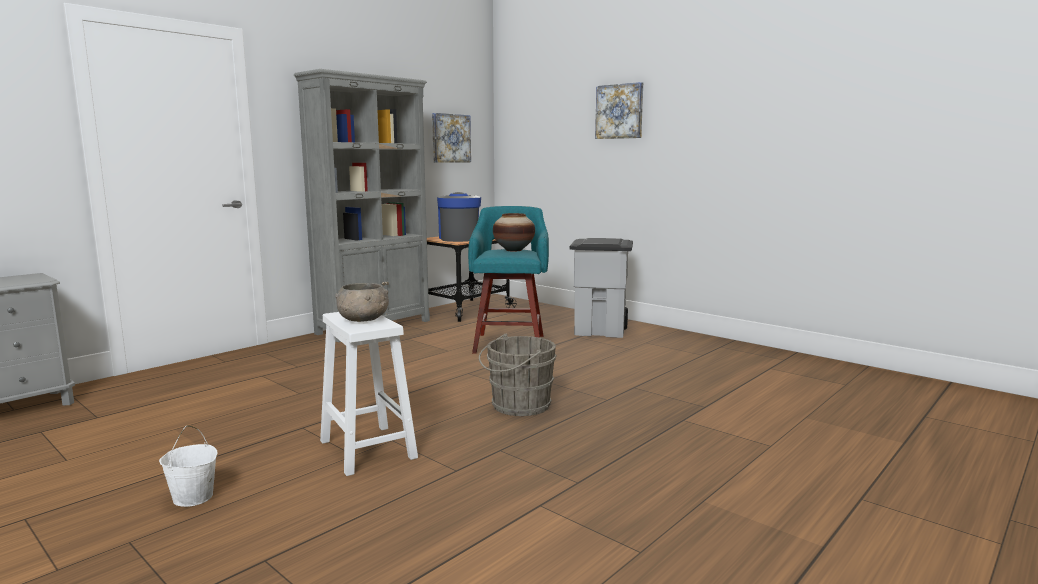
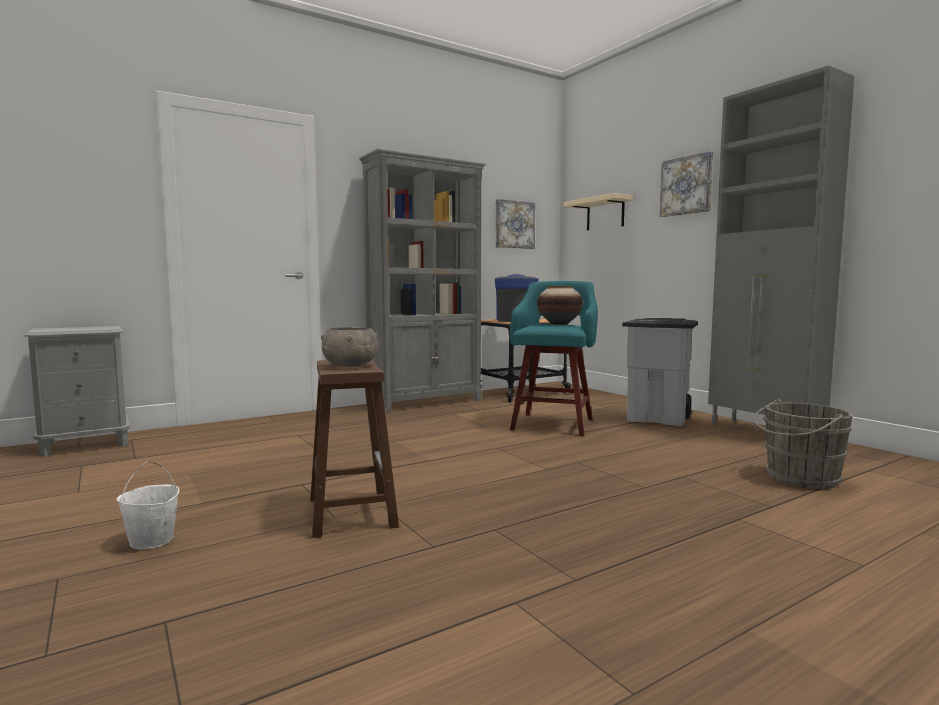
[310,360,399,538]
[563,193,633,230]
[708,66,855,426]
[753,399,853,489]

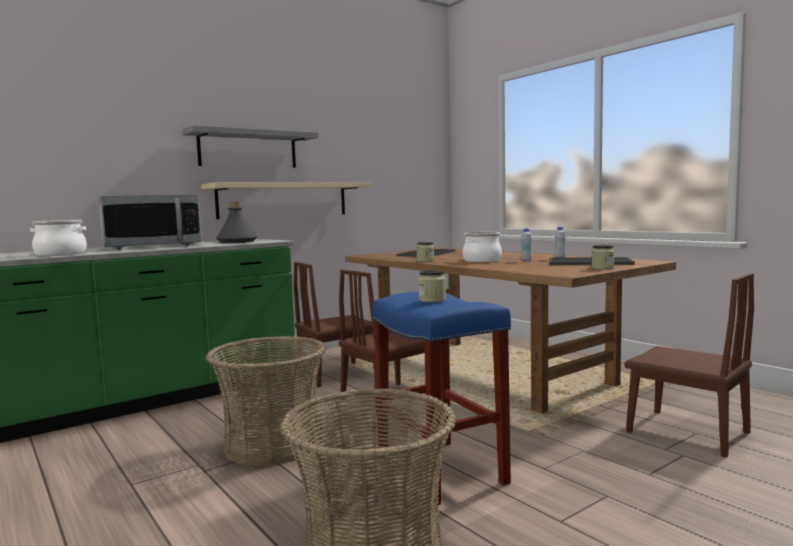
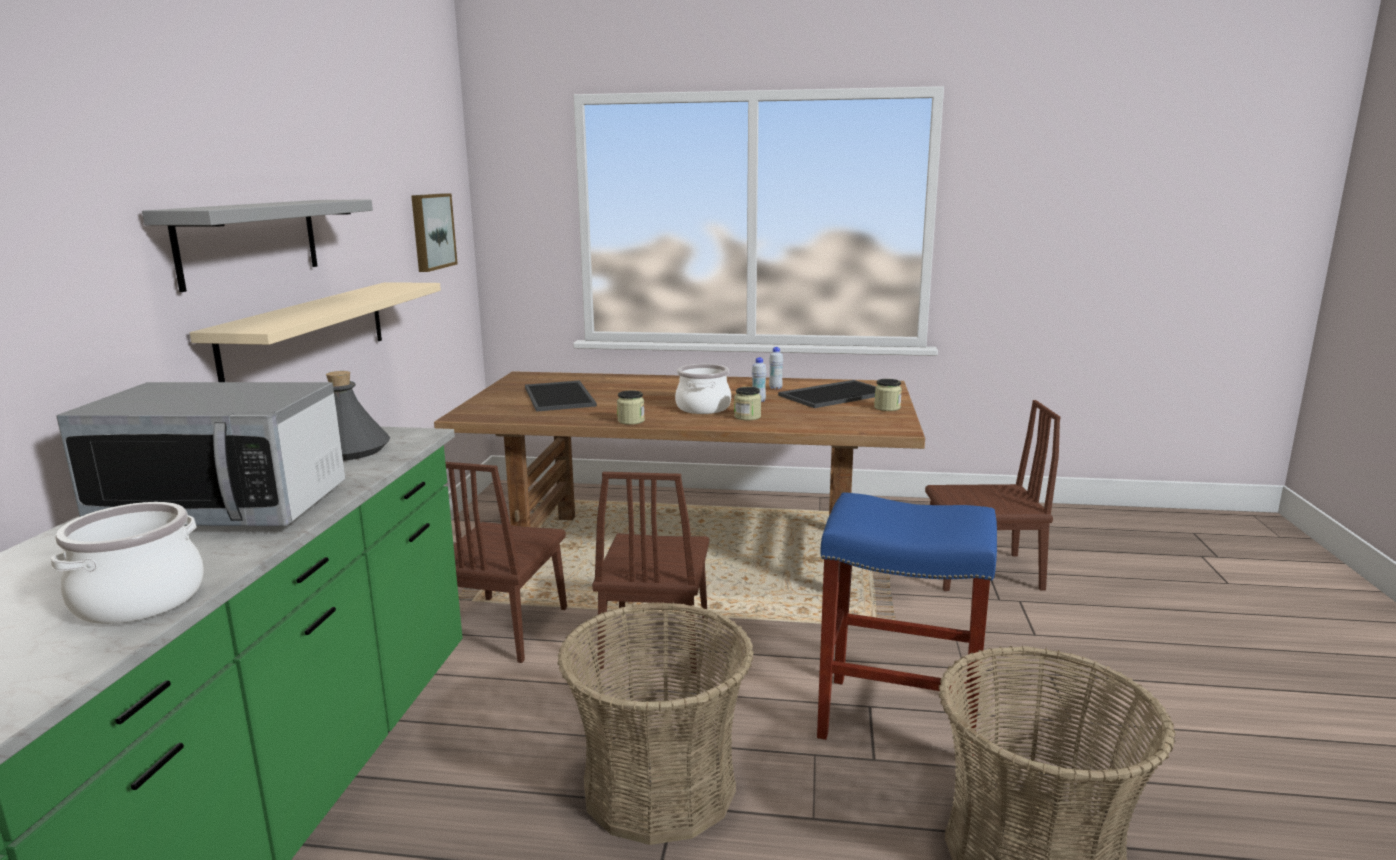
[56,382,345,526]
[411,193,458,272]
[734,387,761,420]

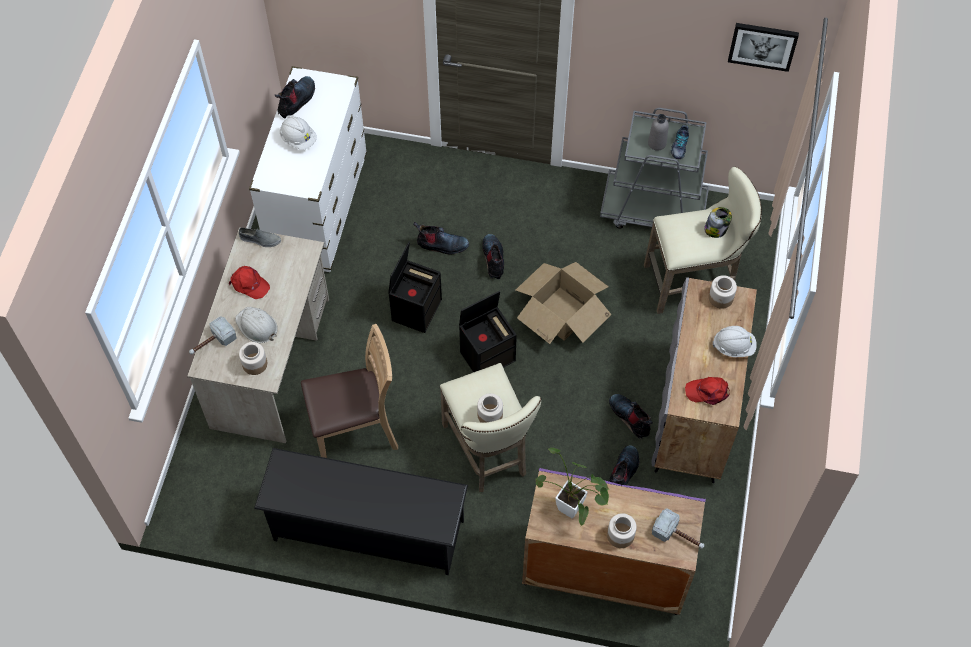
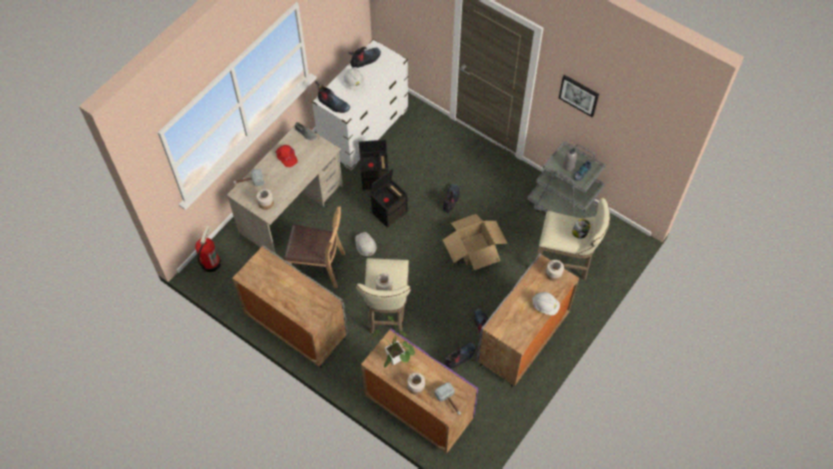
[195,226,221,272]
[232,245,348,368]
[315,81,350,113]
[355,232,377,257]
[359,140,389,190]
[559,75,599,117]
[685,377,730,405] (first image)

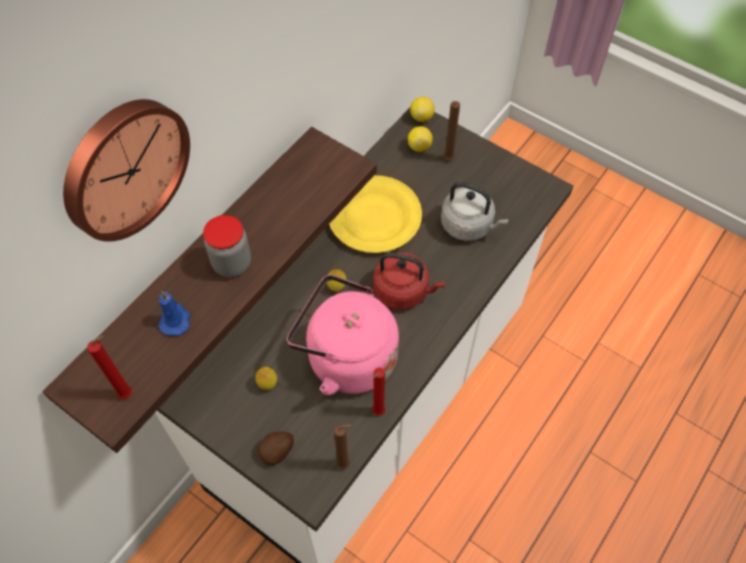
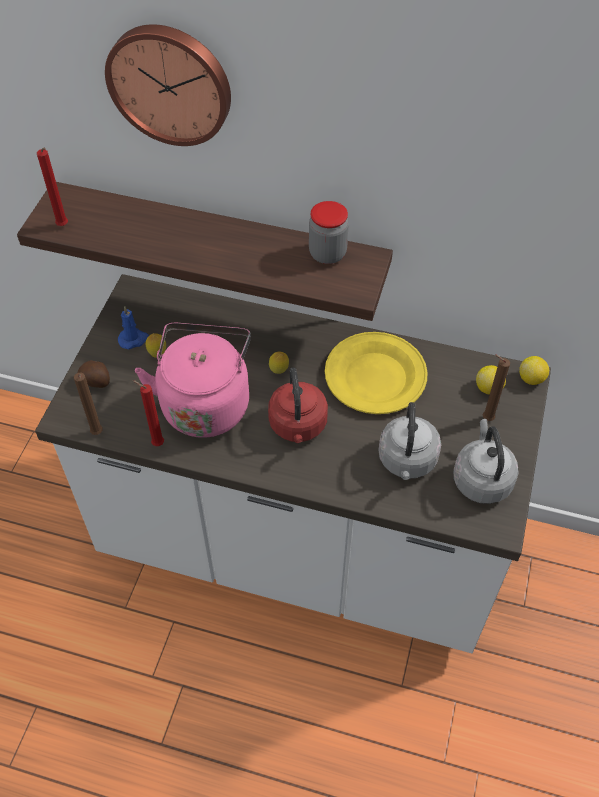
[118,306,149,349]
[309,201,349,264]
[453,419,519,504]

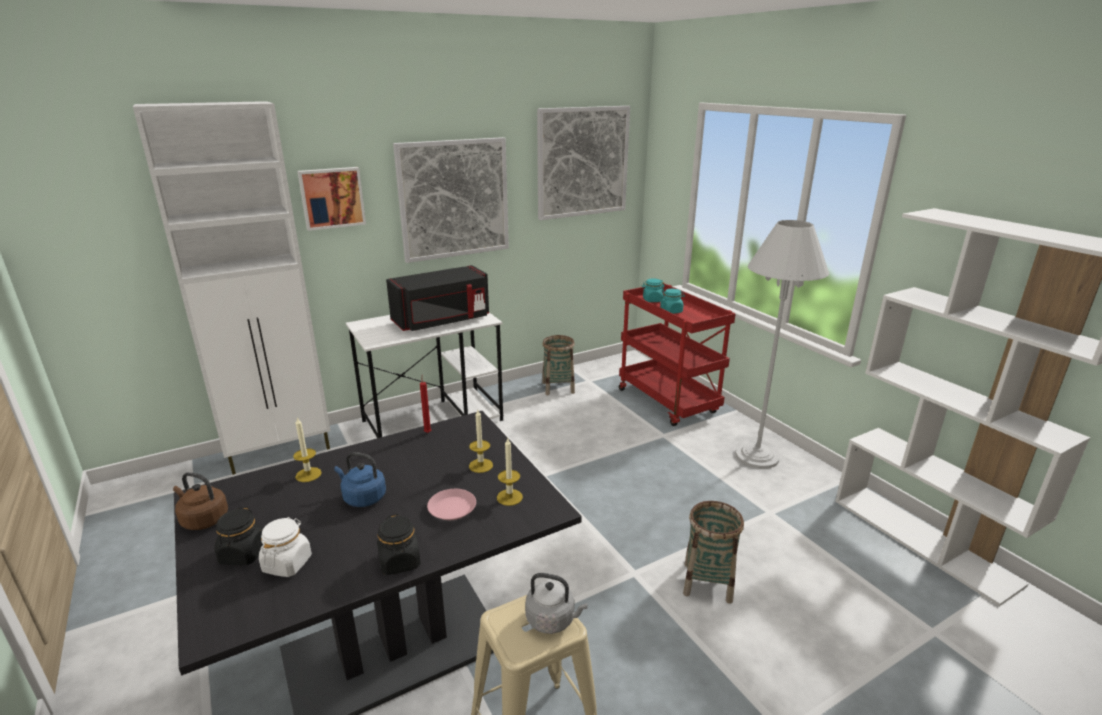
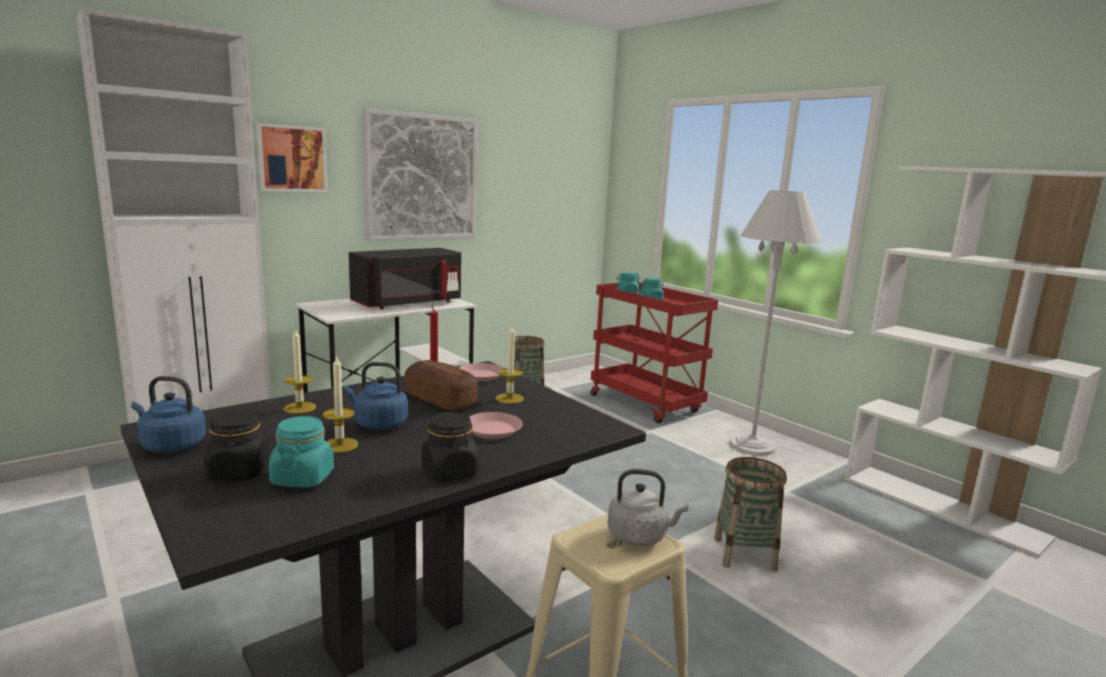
[131,376,206,453]
[269,416,334,488]
[323,355,358,453]
[405,360,478,410]
[459,363,504,381]
[537,106,630,220] (first image)

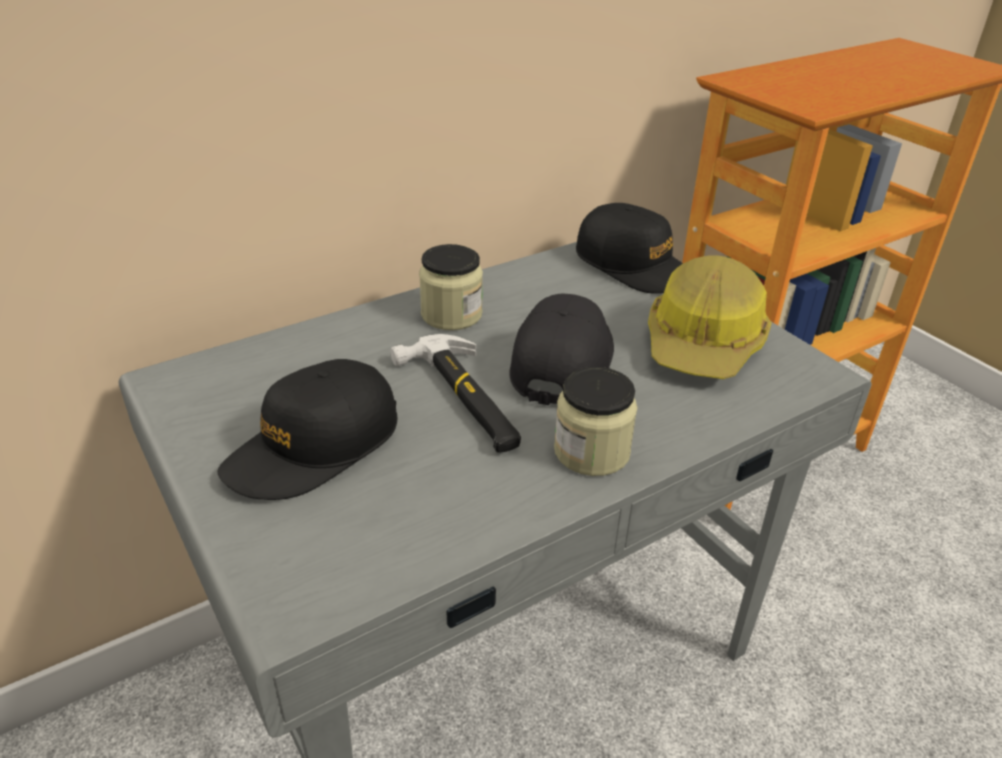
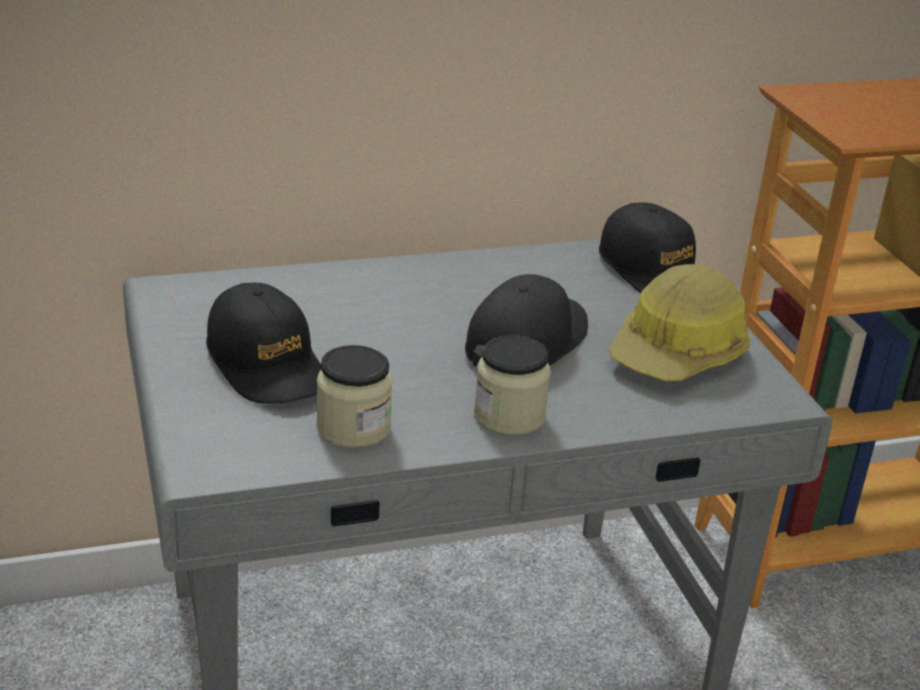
[206,283,321,404]
[316,345,393,448]
[390,334,521,453] (first image)

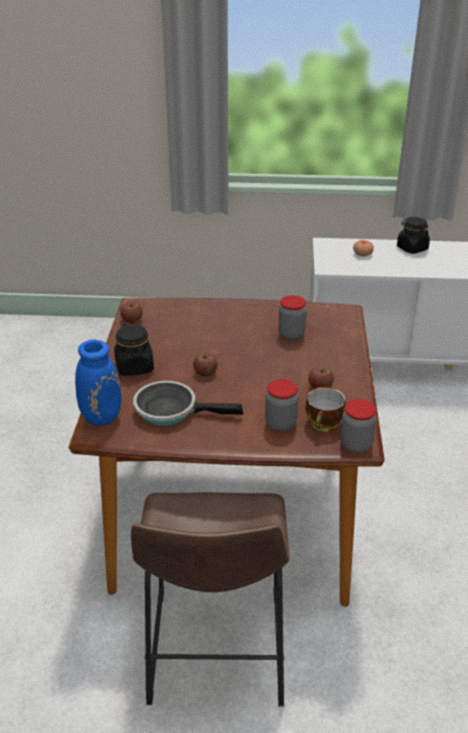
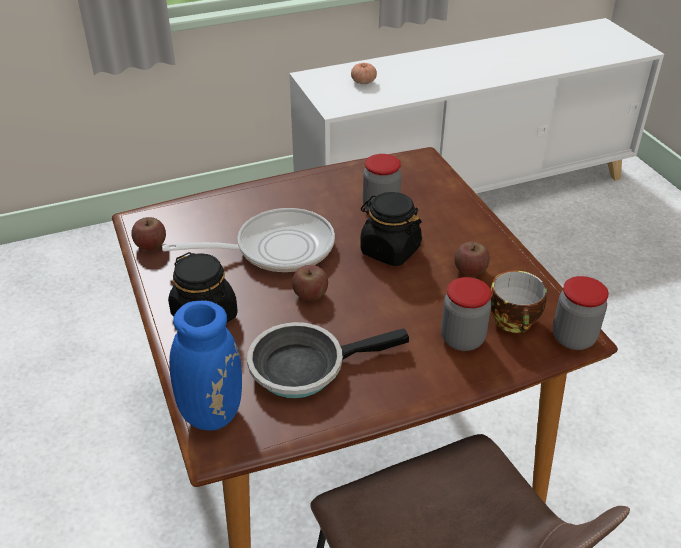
[162,208,335,272]
[360,192,422,266]

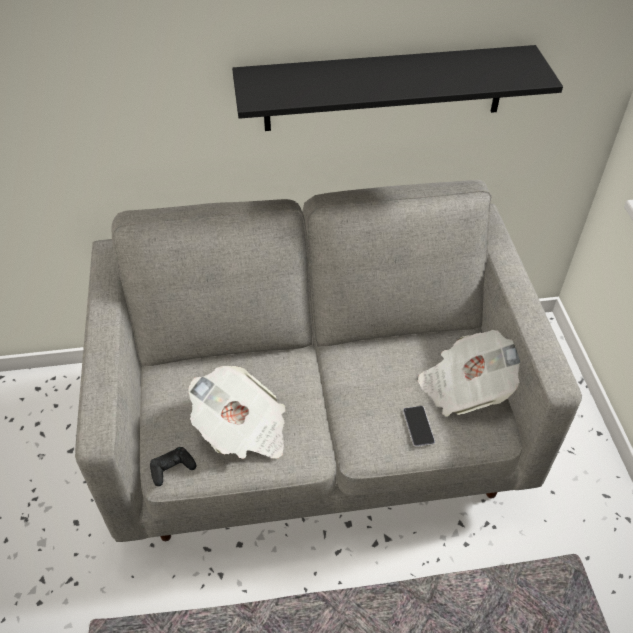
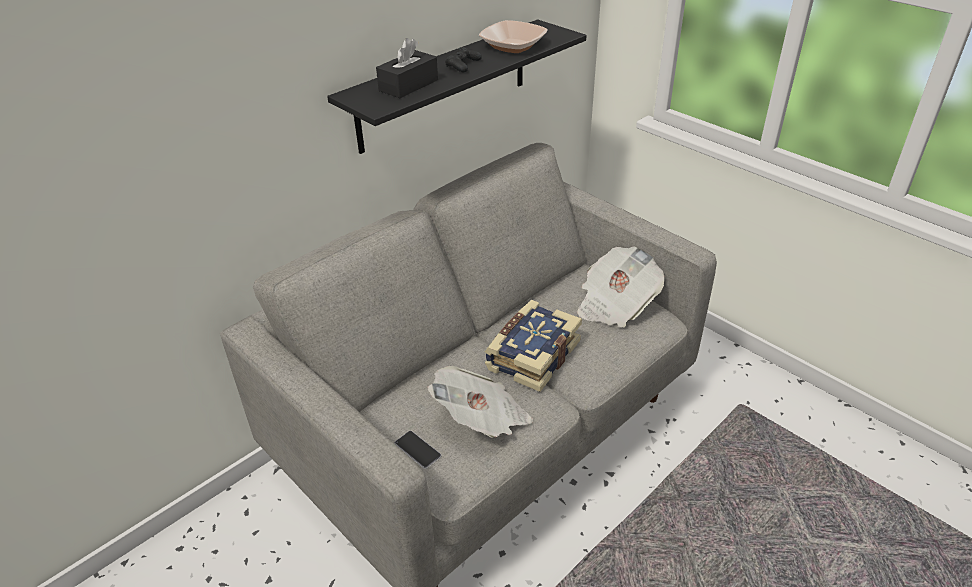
[376,38,438,98]
[394,431,441,469]
[445,47,482,72]
[479,20,548,53]
[485,300,582,392]

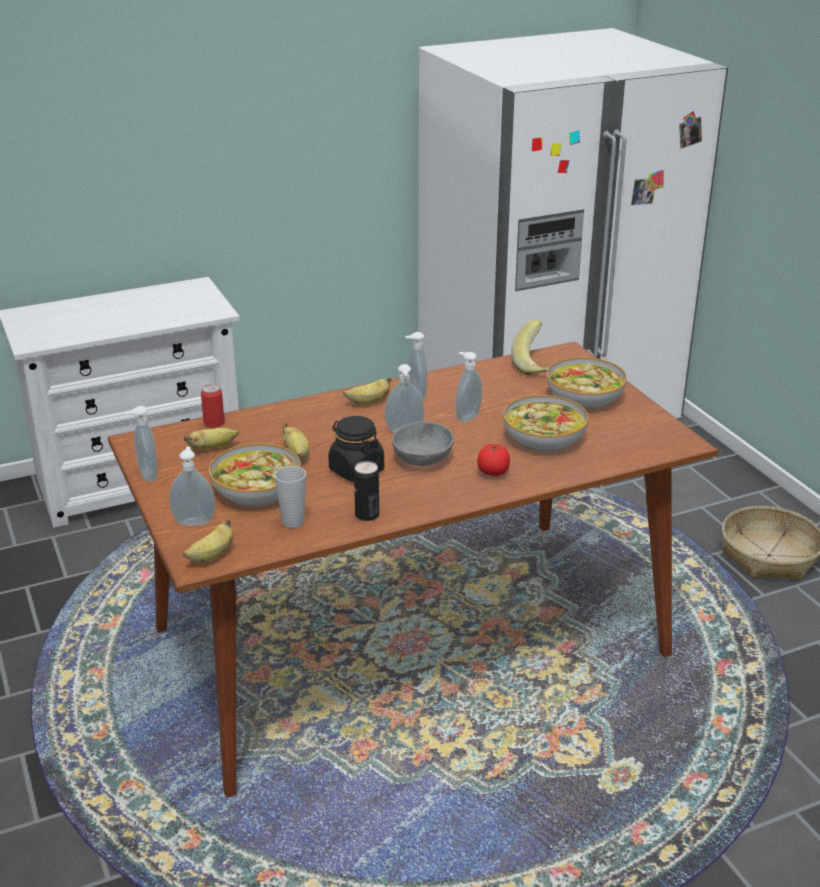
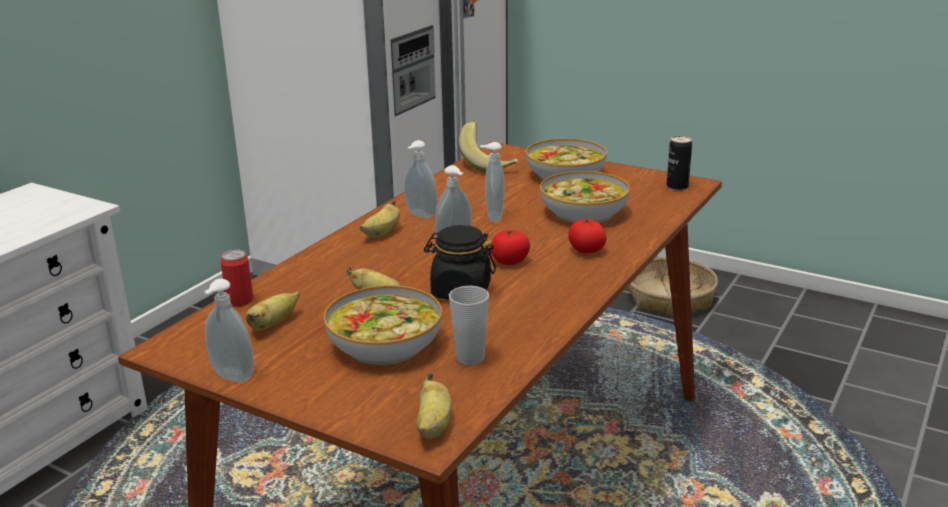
[491,229,530,265]
[667,136,692,190]
[169,446,215,526] (first image)

